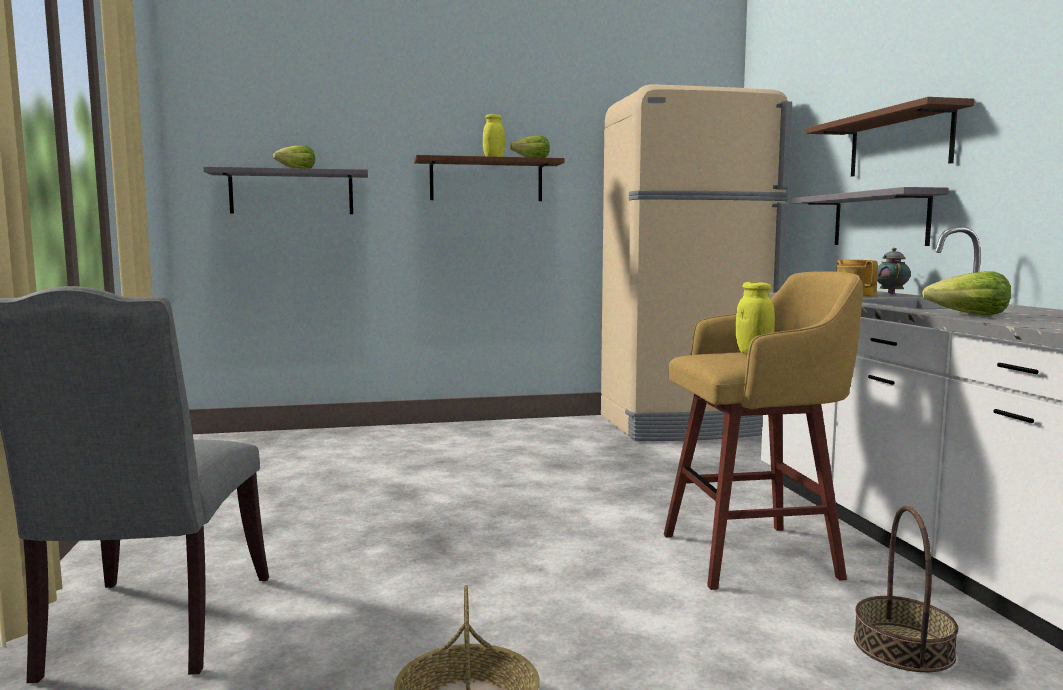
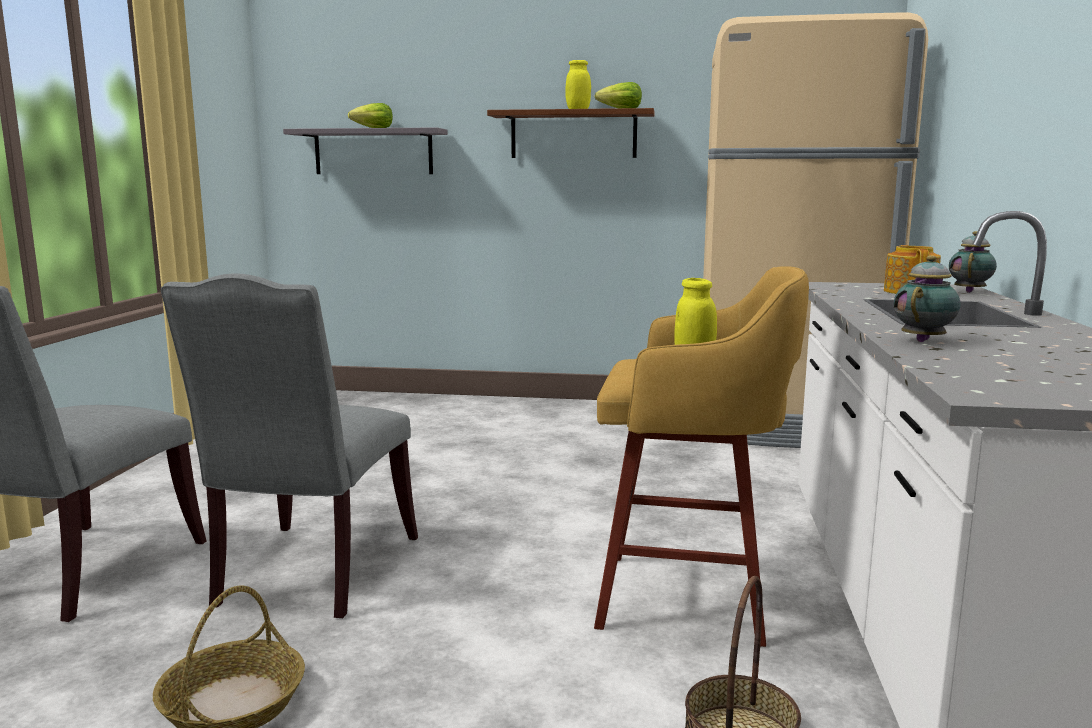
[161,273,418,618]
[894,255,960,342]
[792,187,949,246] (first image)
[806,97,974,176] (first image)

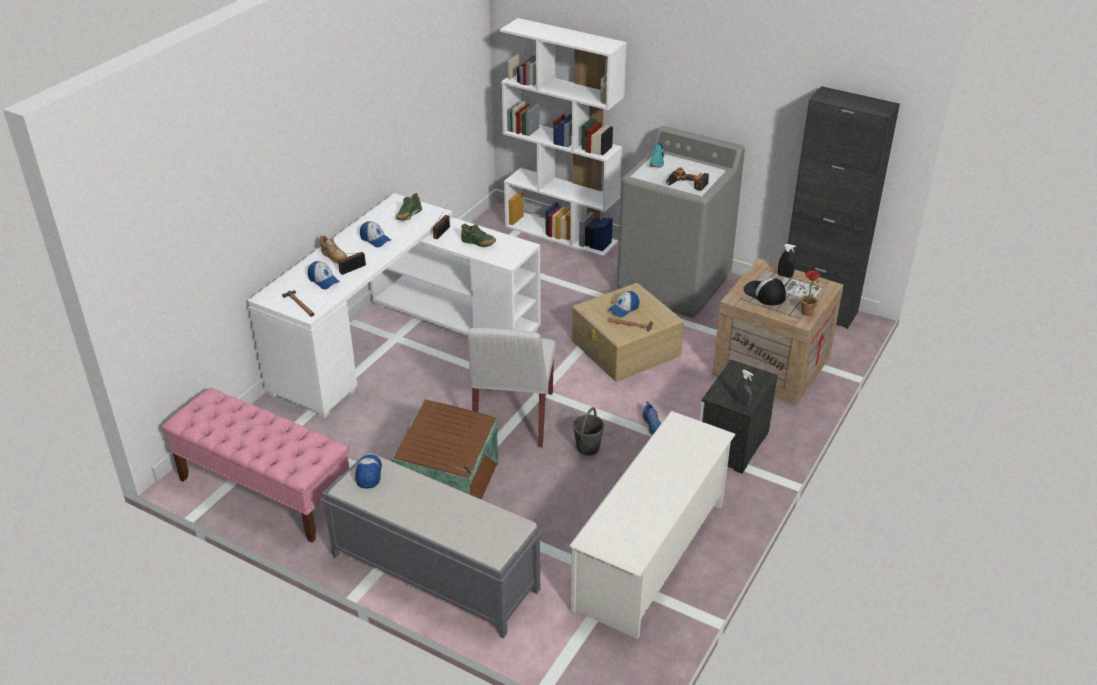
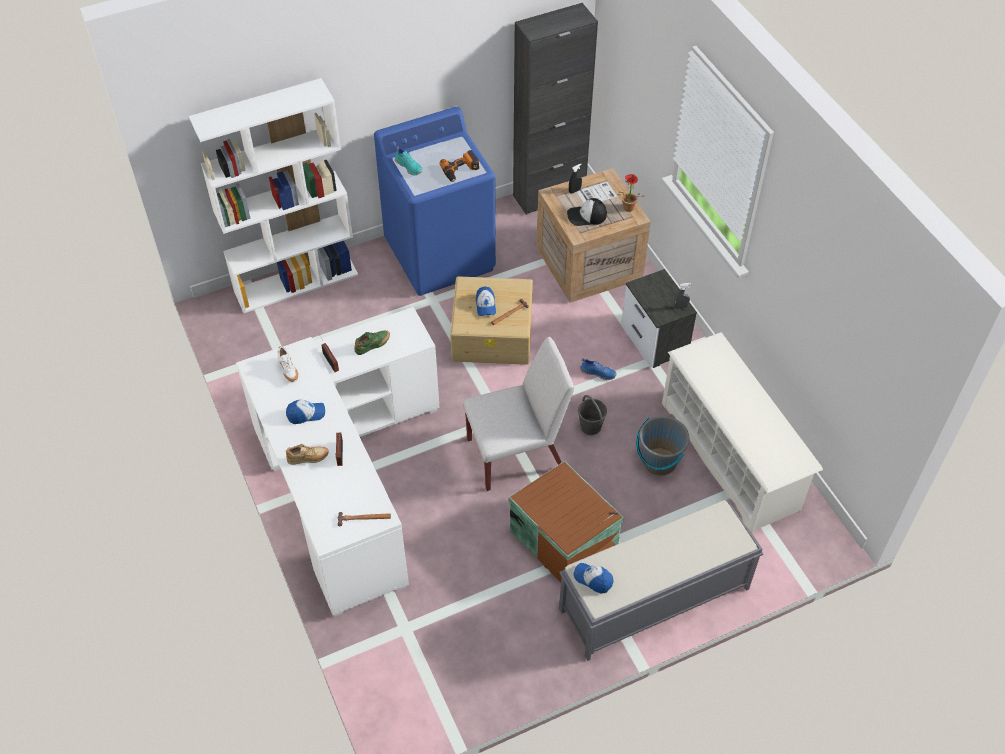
[278,346,299,383]
[374,107,496,296]
[463,337,574,491]
[636,416,689,476]
[162,388,349,543] (first image)
[308,261,340,289] (first image)

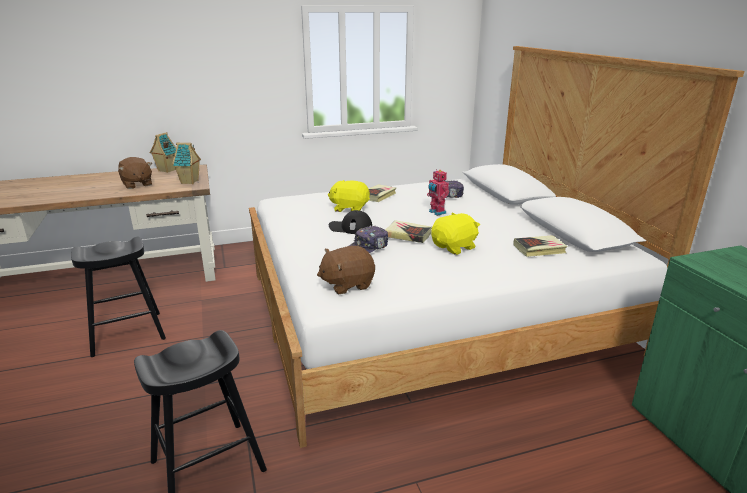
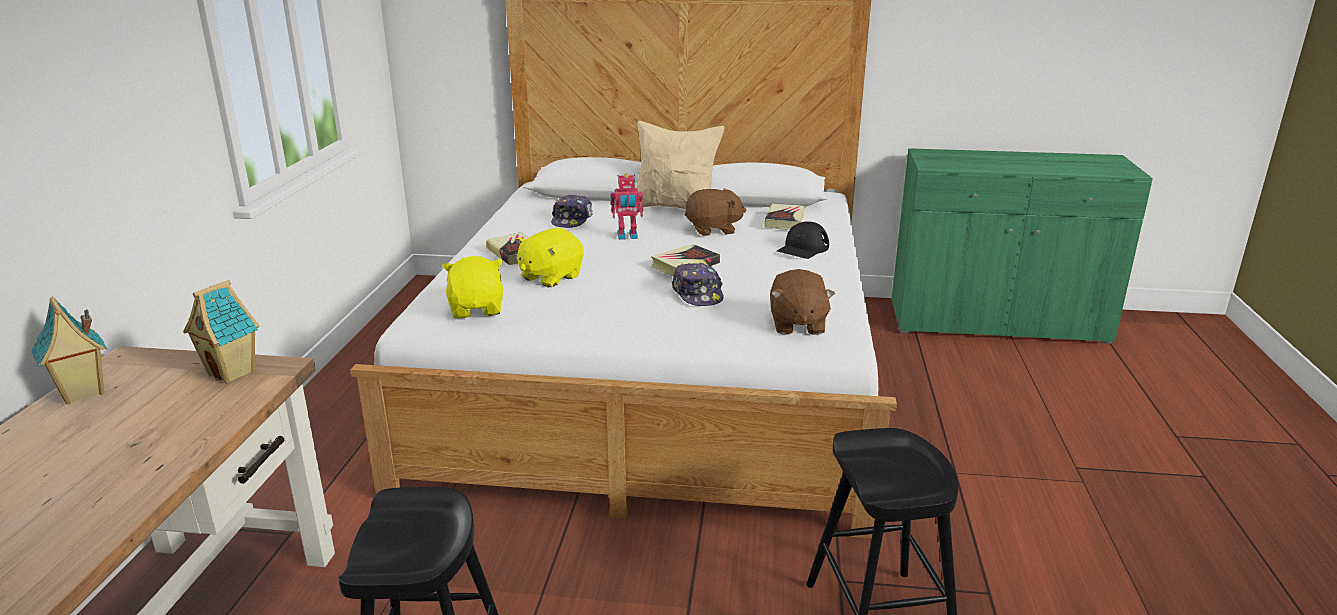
[442,256,503,318]
[636,121,725,209]
[685,188,746,236]
[777,221,829,259]

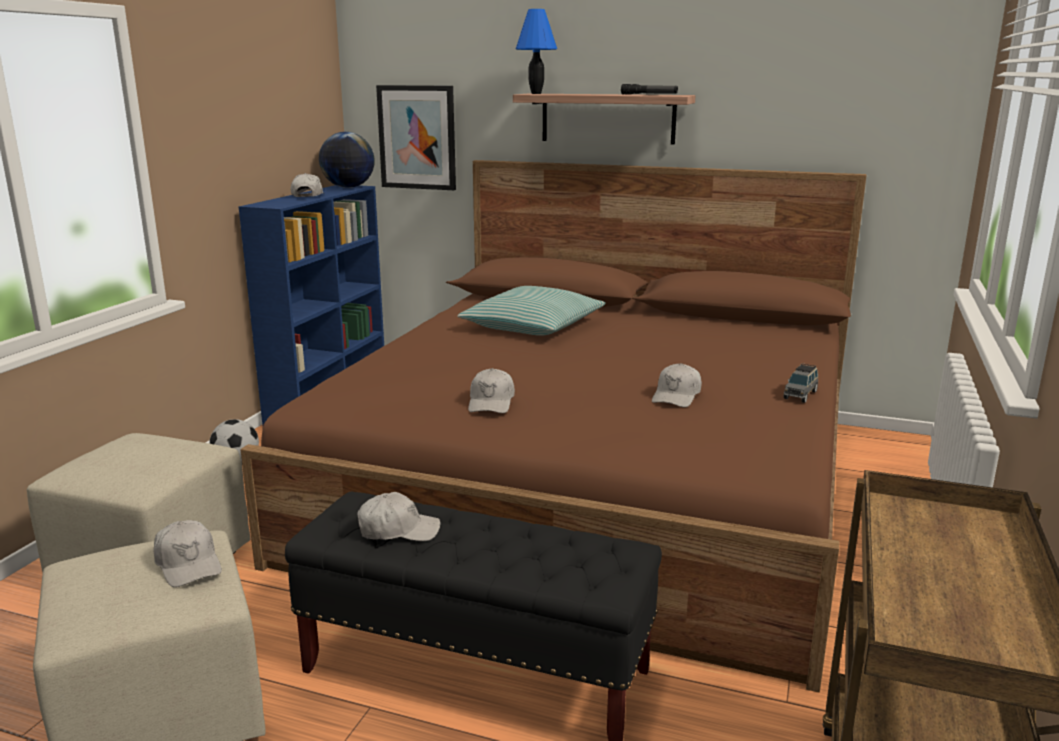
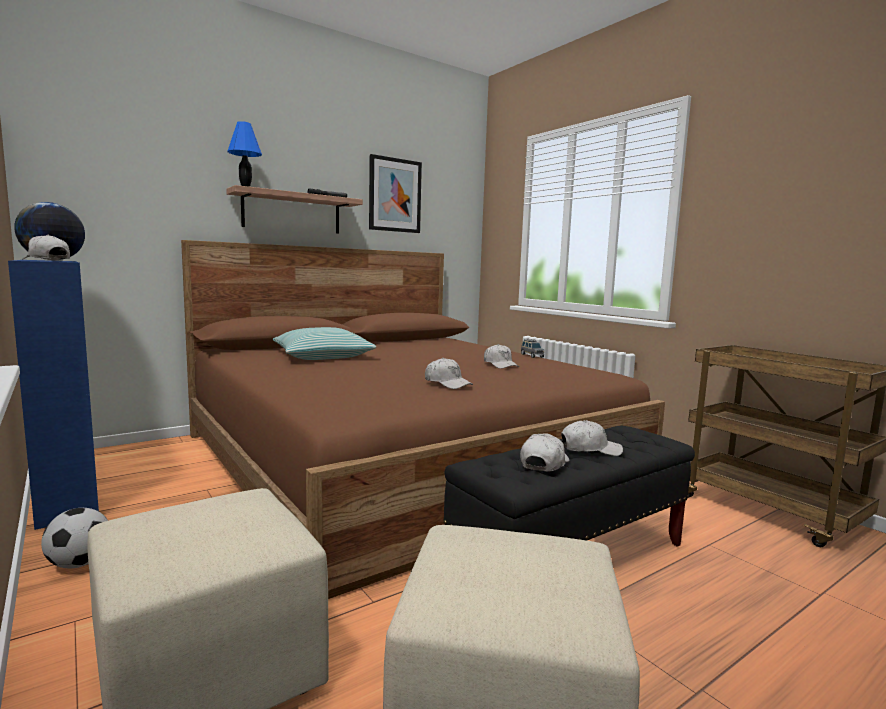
[369,154,422,233]
[561,420,623,456]

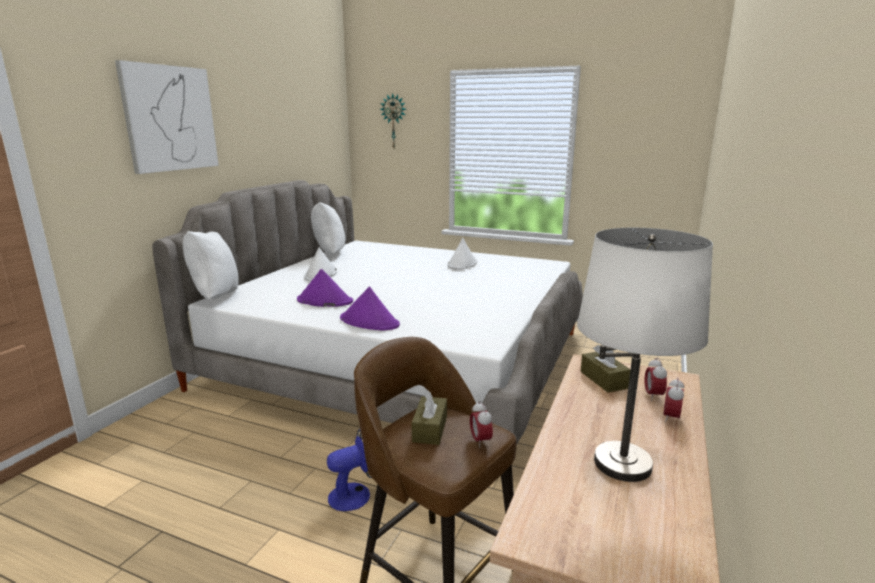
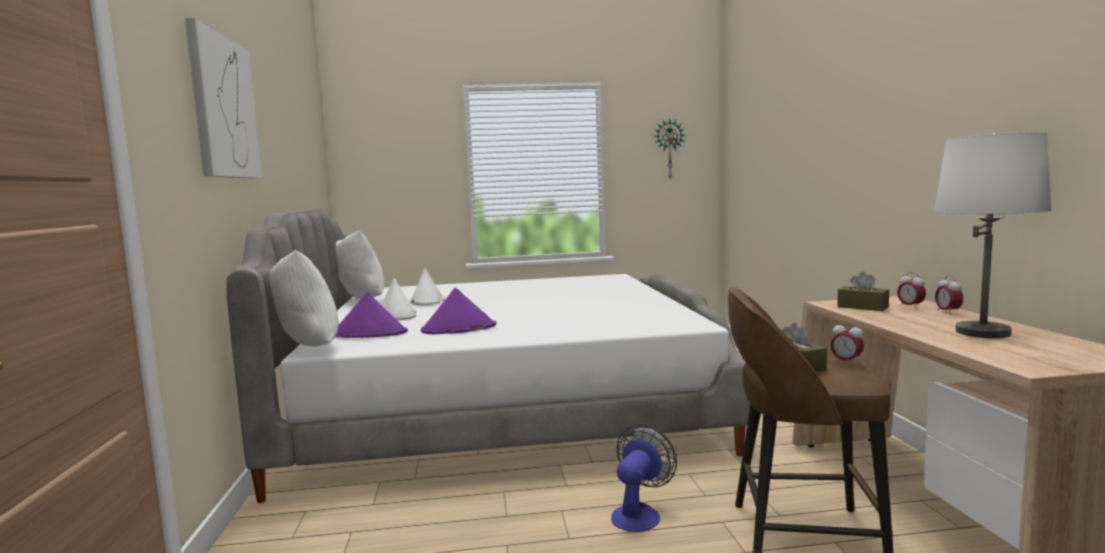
[336,292,408,338]
[410,268,445,305]
[654,118,685,180]

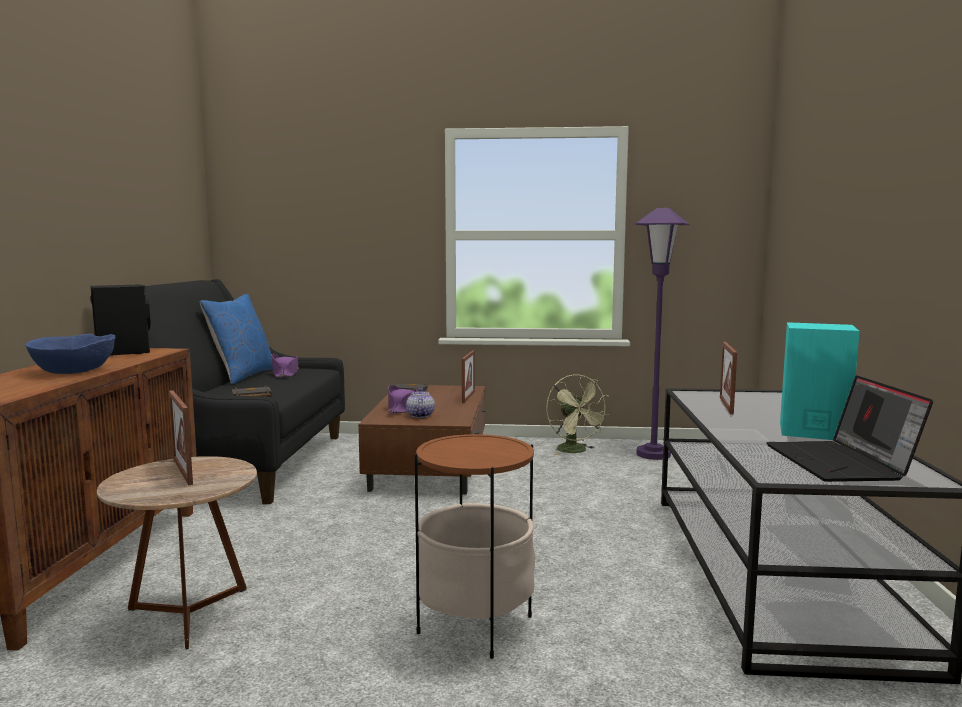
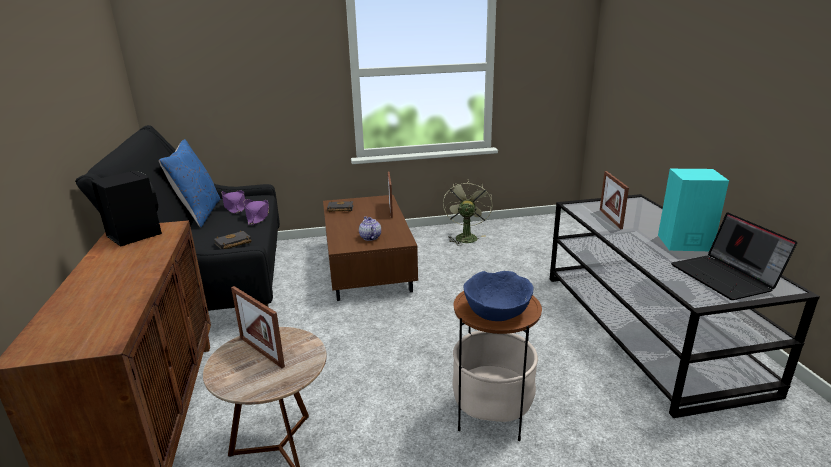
[244,199,269,225]
[443,180,493,246]
[464,271,533,321]
[635,208,689,460] (first image)

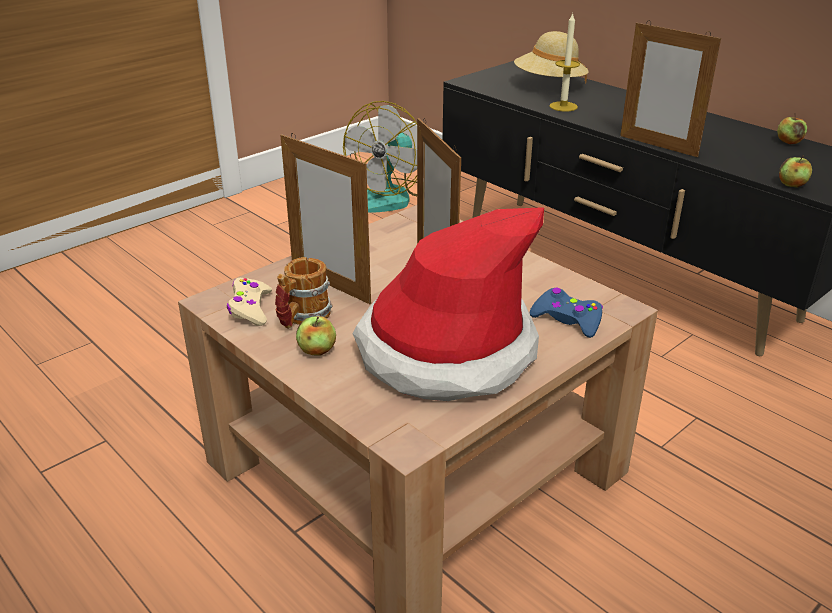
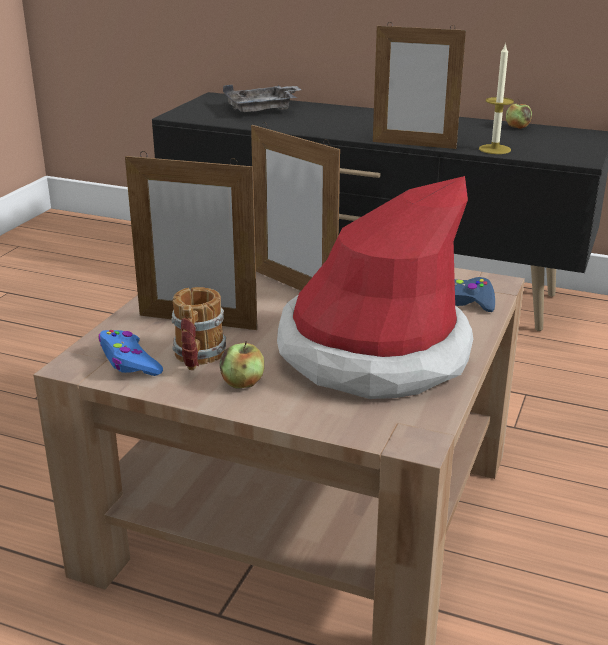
[99,330,163,376]
[223,85,301,112]
[479,43,514,154]
[343,101,417,213] (first image)
[779,156,812,187] (first image)

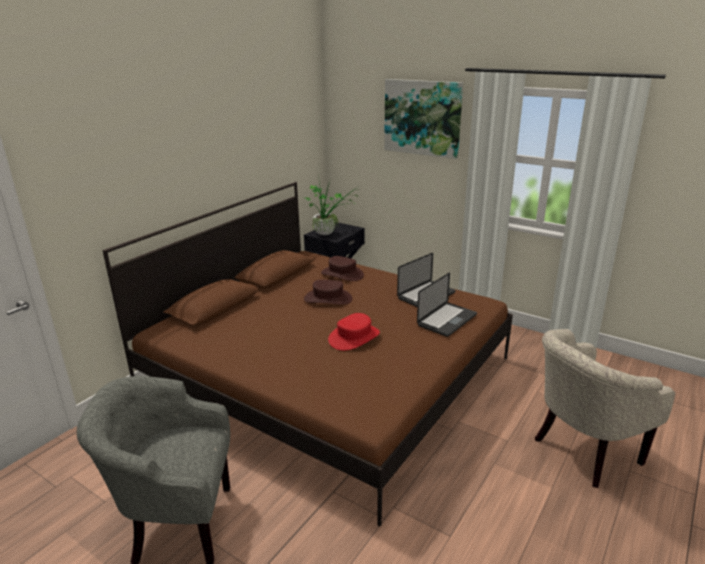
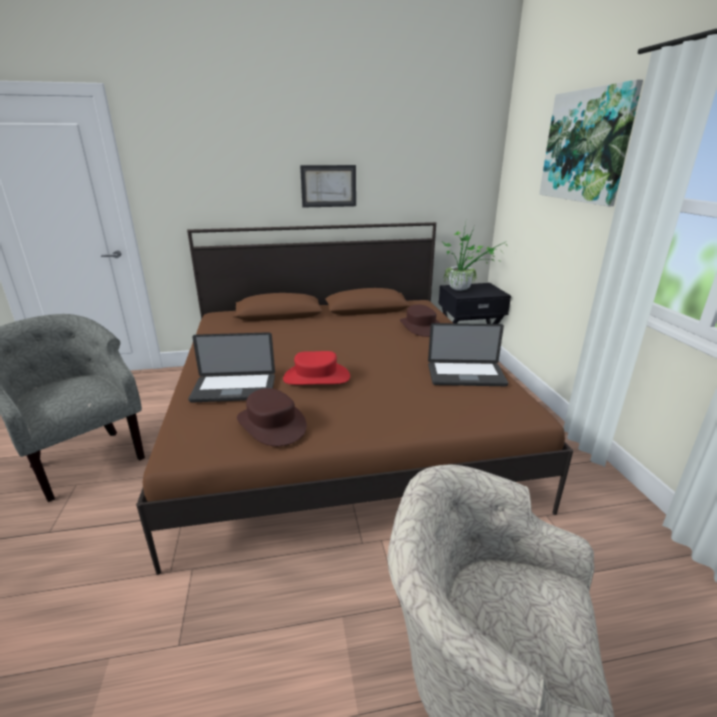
[188,332,275,403]
[237,388,307,446]
[300,165,356,208]

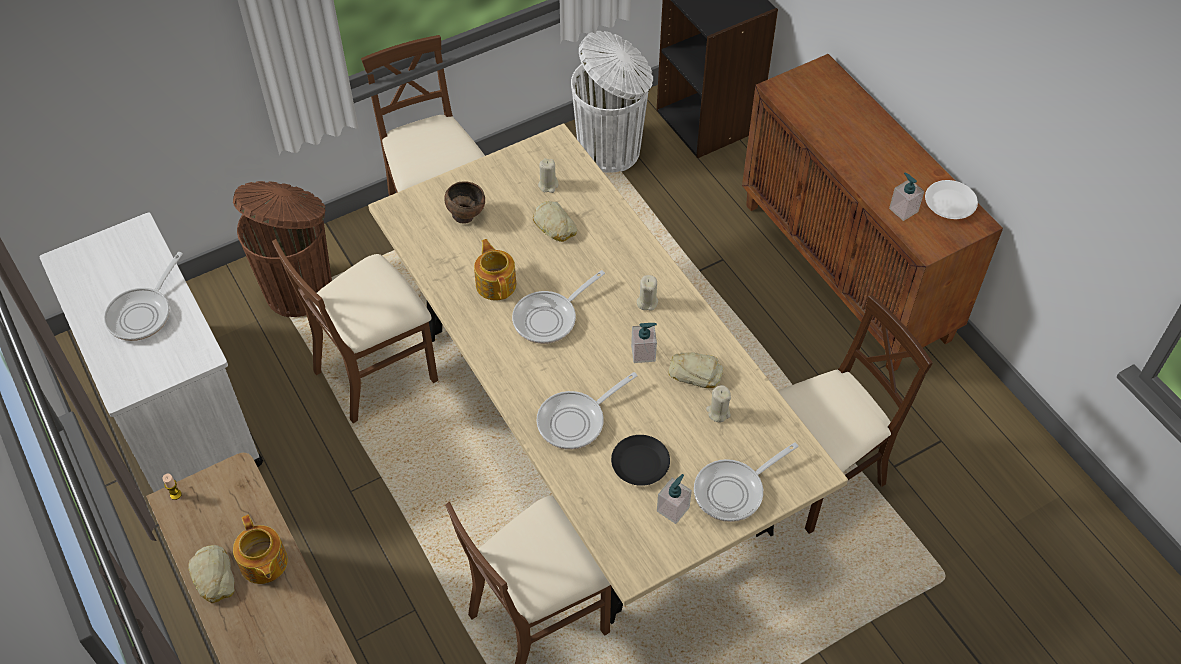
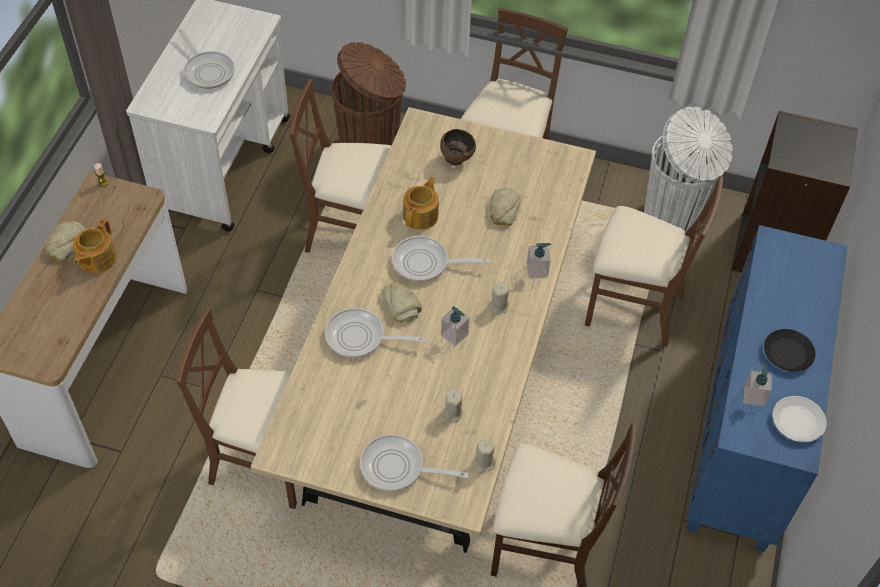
[178,28,235,89]
[381,281,422,323]
[473,440,496,473]
[526,243,551,279]
[585,176,723,347]
[687,225,848,552]
[764,329,816,372]

